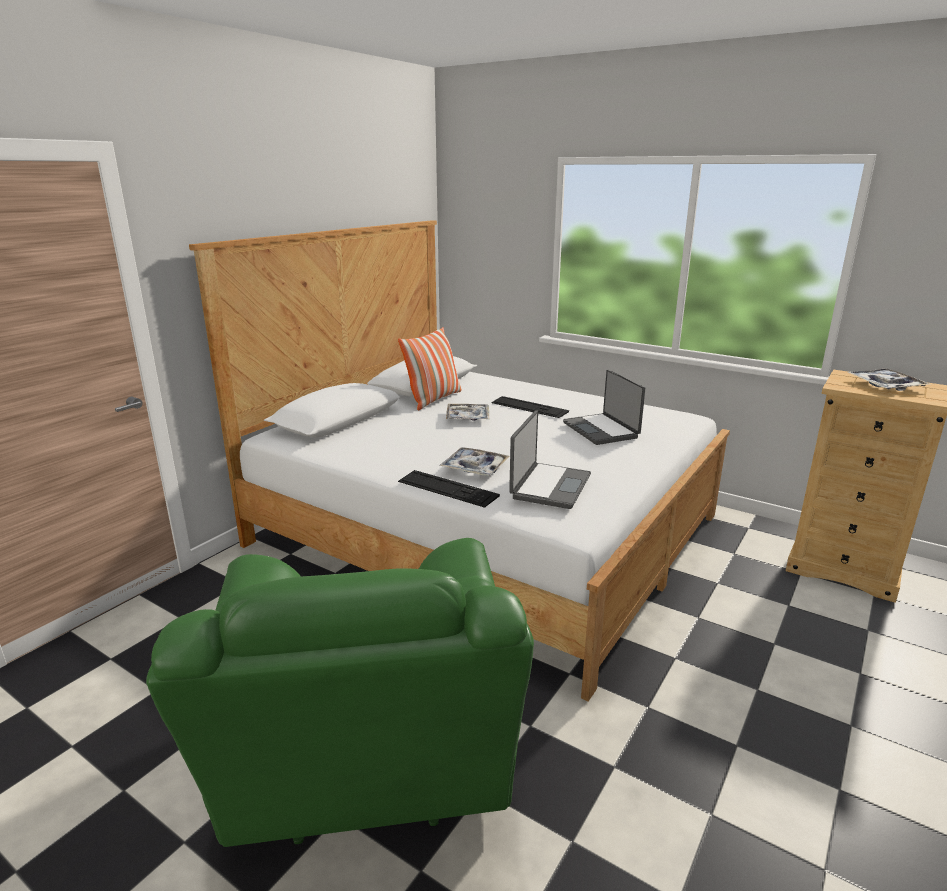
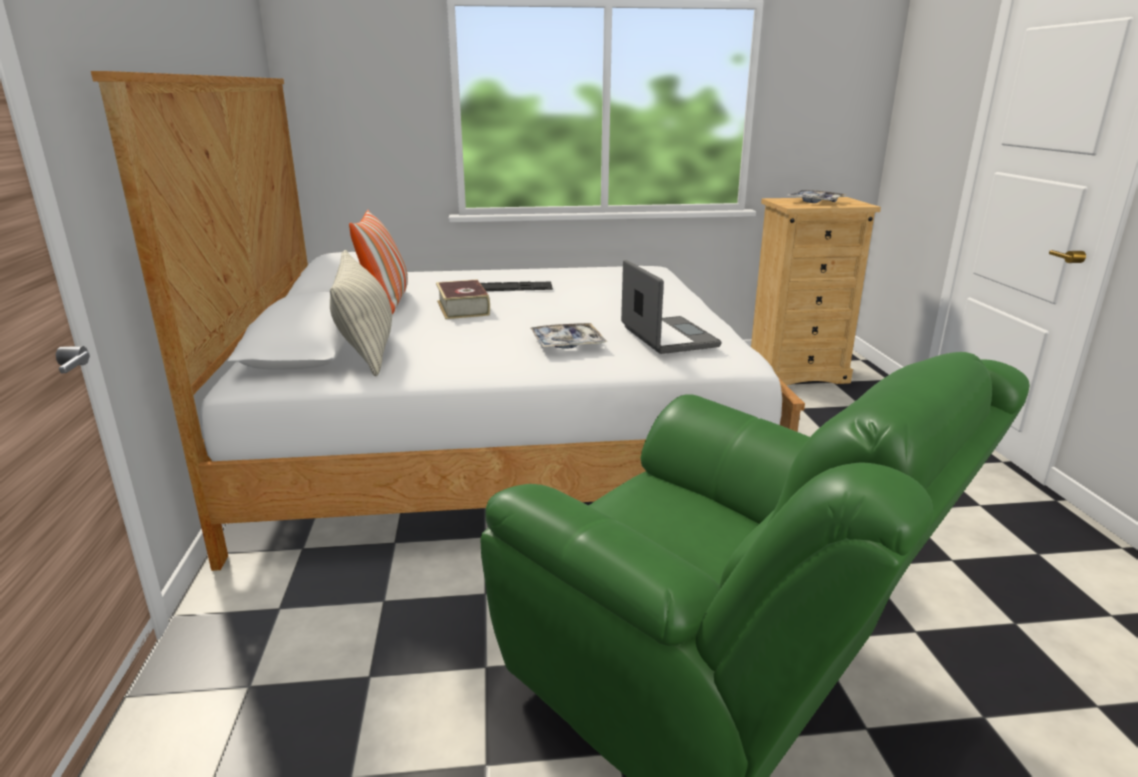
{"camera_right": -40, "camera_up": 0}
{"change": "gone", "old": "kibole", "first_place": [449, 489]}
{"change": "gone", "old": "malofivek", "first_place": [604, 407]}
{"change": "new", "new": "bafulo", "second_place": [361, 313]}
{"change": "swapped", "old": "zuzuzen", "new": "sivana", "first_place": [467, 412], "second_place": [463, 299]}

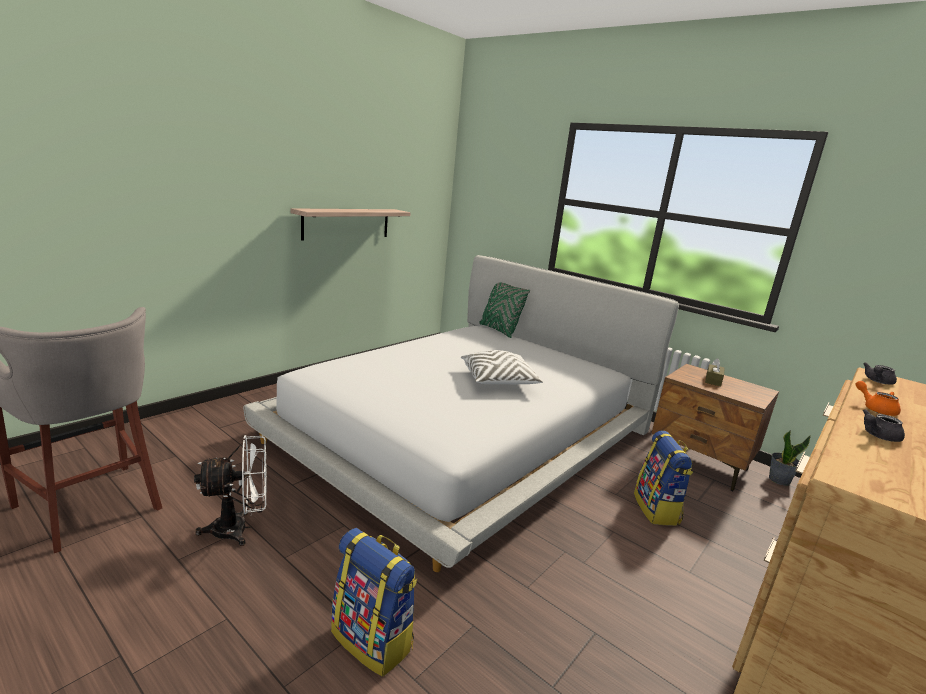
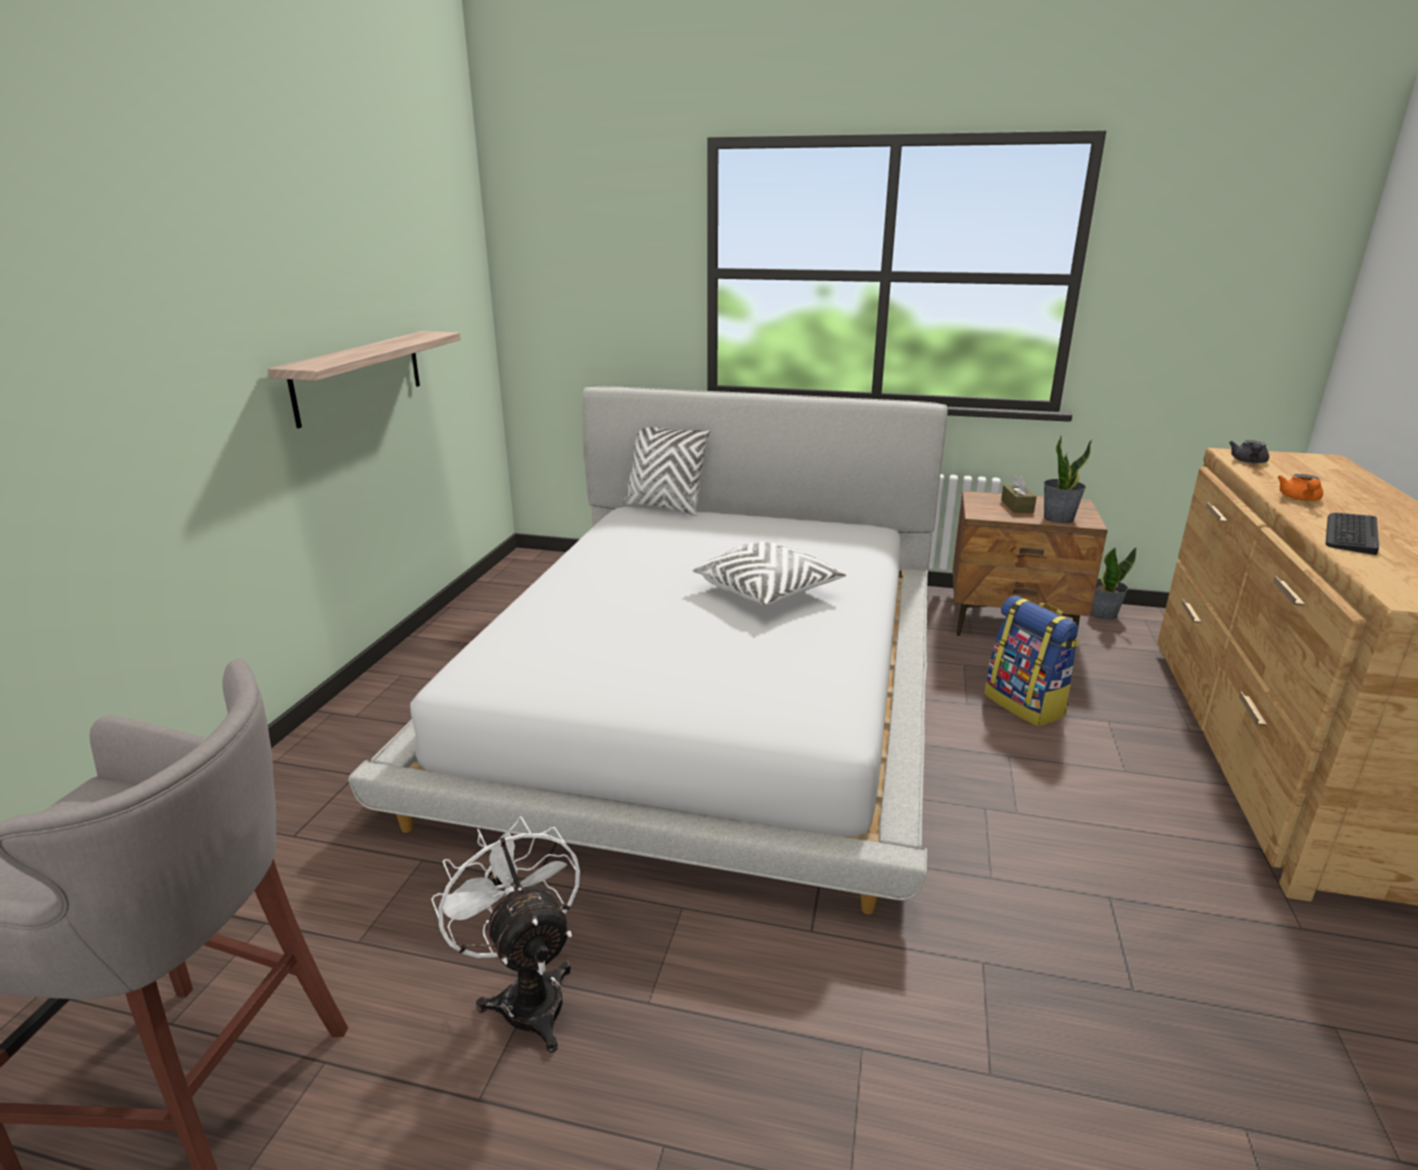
{"camera_right": -25, "camera_up": 5}
{"change": "gone", "old": "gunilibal", "first_place": [374, 602]}
{"change": "new", "new": "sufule", "second_place": [1067, 480]}
{"change": "swapped", "old": "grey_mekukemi", "new": "kibole", "first_place": [884, 425], "second_place": [1352, 534]}
{"change": "repainted", "old": "green_bafulo", "new": "white_bafulo", "first_place": [504, 310], "second_place": [666, 471]}
{"change": "rotated", "old": "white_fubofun", "first_place": [230, 490], "second_place": [505, 934], "degrees": -75}
{"change": "rotated", "old": "orange_mekukemi", "first_place": [878, 398], "second_place": [1300, 487], "degrees": -105}

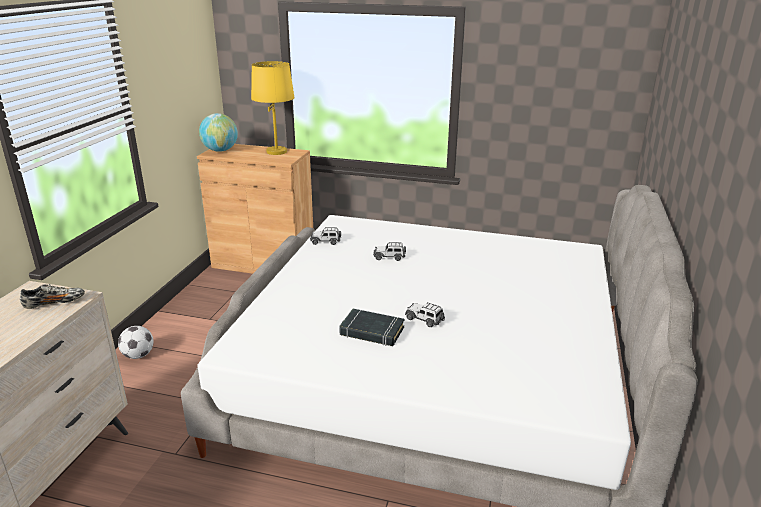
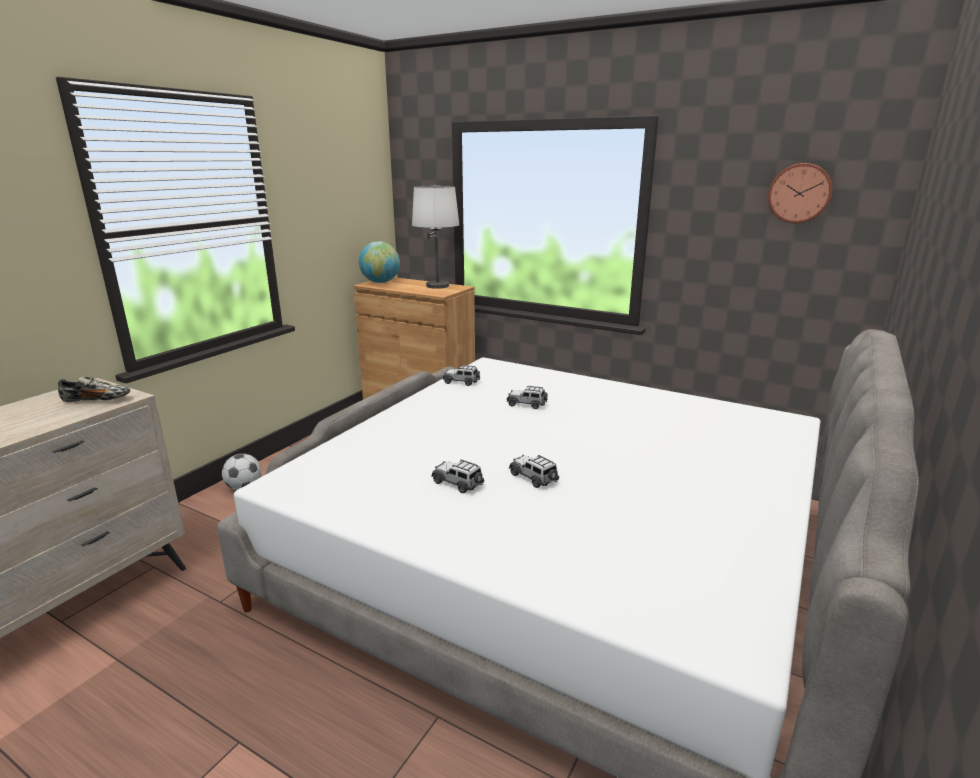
{"camera_right": 15, "camera_up": -5}
{"change": "new", "new": "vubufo", "second_place": [800, 193]}
{"change": "swapped", "old": "black_sivana", "new": "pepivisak", "first_place": [371, 327], "second_place": [457, 476]}
{"change": "repainted", "old": "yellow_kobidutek", "new": "white_kobidutek", "first_place": [273, 108], "second_place": [435, 237]}

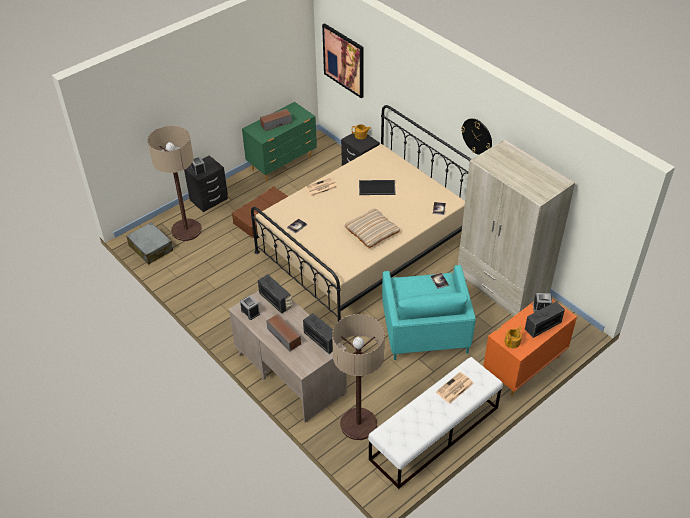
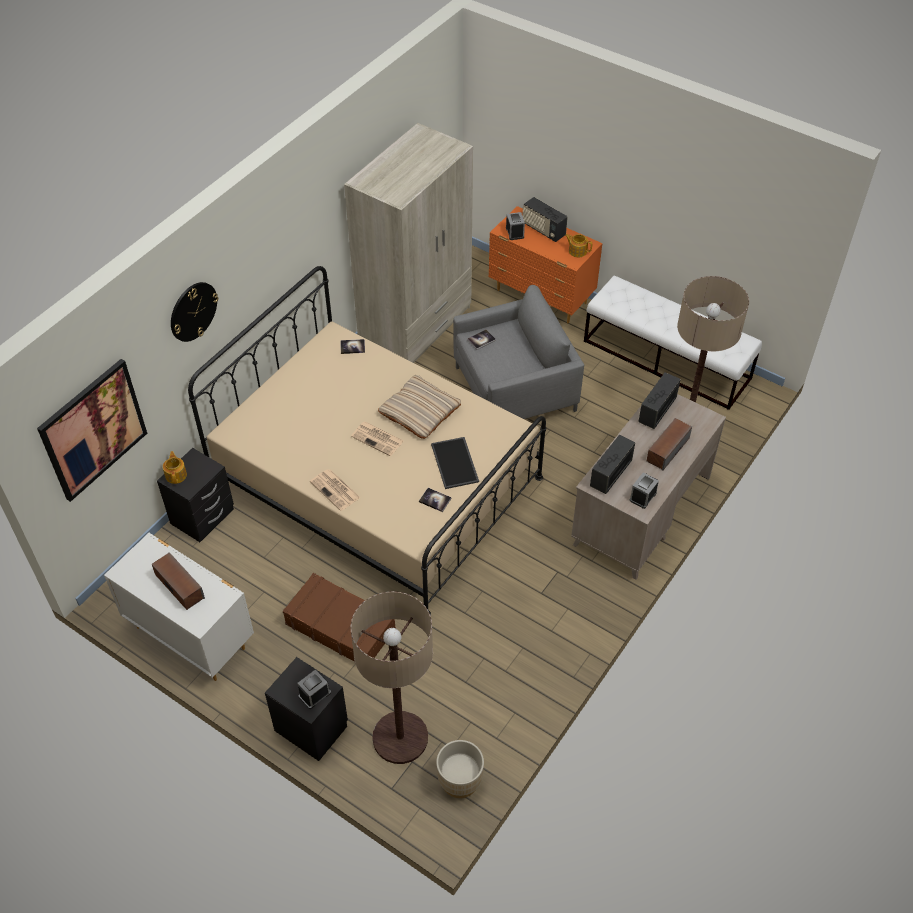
{"camera_right": -105, "camera_up": 5}
{"change": "shifted", "old": "zuzuzen", "first_place": [377, 187], "second_place": [455, 463]}
{"change": "shifted", "old": "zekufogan", "first_place": [455, 388], "second_place": [377, 439]}
{"change": "shifted", "old": "vubufo", "first_place": [476, 136], "second_place": [194, 312]}
{"change": "swapped", "old": "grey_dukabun", "new": "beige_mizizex", "first_place": [149, 243], "second_place": [460, 769]}
{"change": "repainted", "old": "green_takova", "new": "white_takova", "first_place": [279, 141], "second_place": [179, 607]}
{"change": "repainted", "old": "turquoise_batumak", "new": "grey_batumak", "first_place": [429, 312], "second_place": [518, 352]}

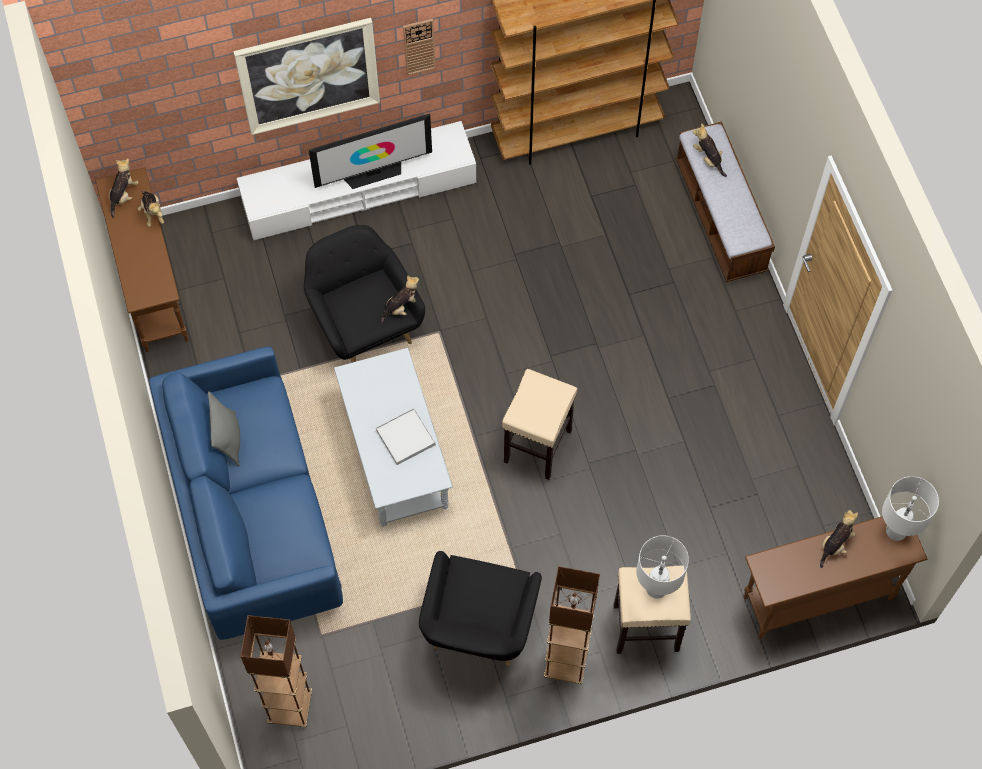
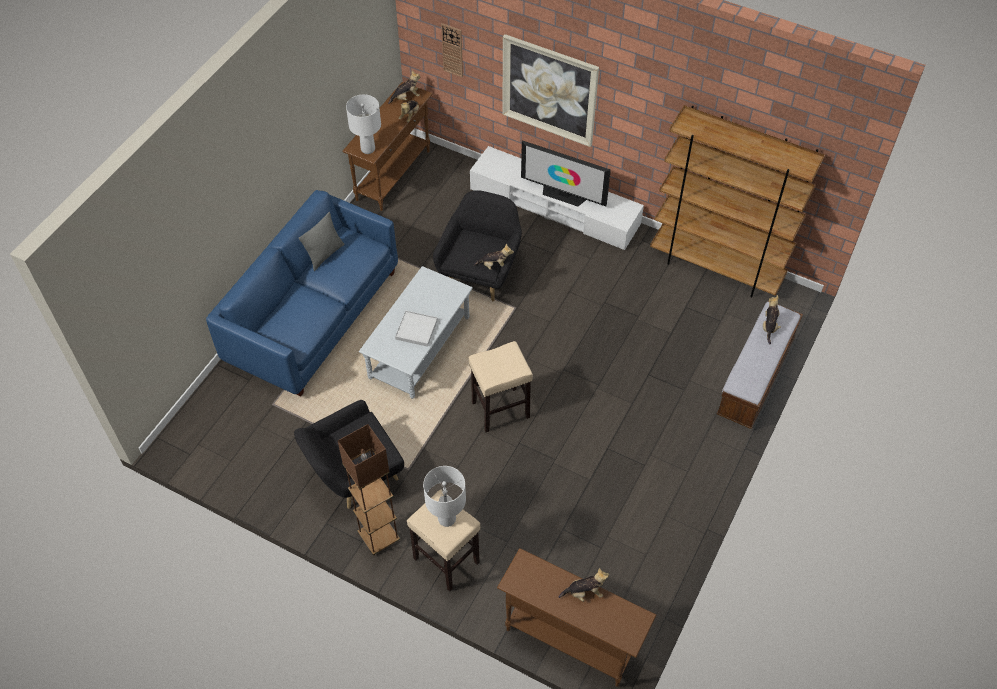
{"camera_right": 45, "camera_up": -10}
{"change": "gone", "old": "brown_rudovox", "first_place": [276, 671]}
{"change": "shifted", "old": "vubufo", "first_place": [419, 47], "second_place": [452, 50]}
{"change": "shifted", "old": "white_kobidutek", "first_place": [910, 508], "second_place": [363, 124]}

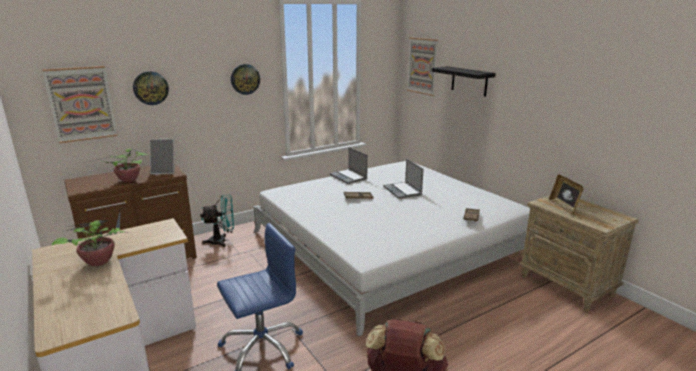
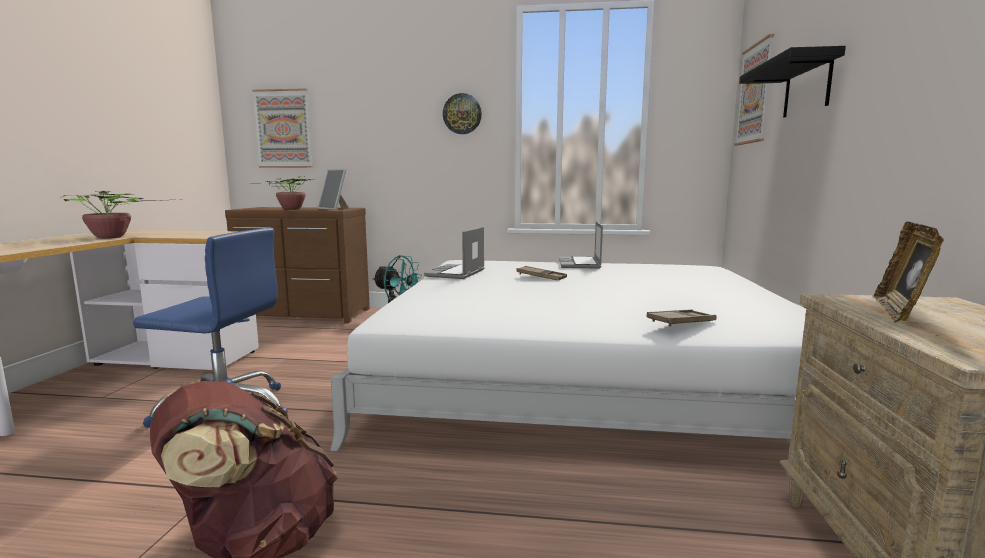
{"camera_right": 40, "camera_up": -10}
{"change": "gone", "old": "vubufo", "first_place": [151, 88]}
{"change": "shifted", "old": "malofivek", "first_place": [403, 178], "second_place": [454, 253]}

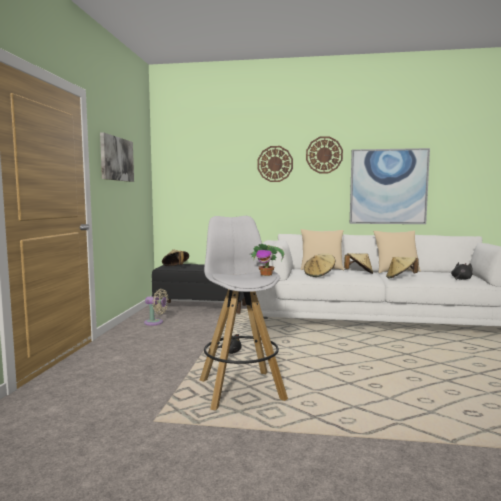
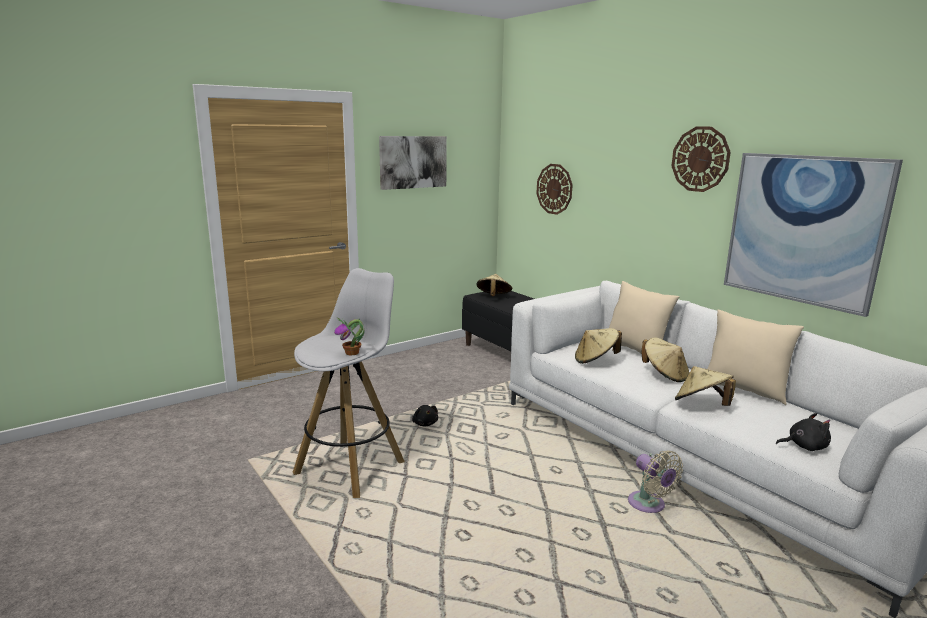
{"camera_right": 45, "camera_up": 10}
{"change": "shifted", "old": "beige_fubofun", "first_place": [156, 307], "second_place": [655, 481]}
{"change": "shifted", "old": "vubufo", "first_place": [275, 164], "second_place": [554, 189]}

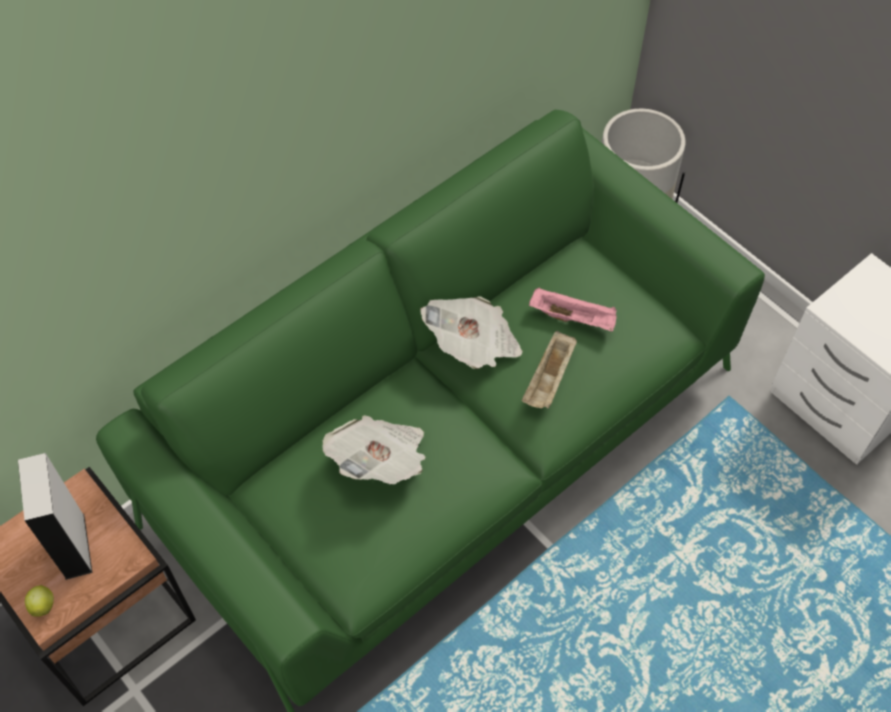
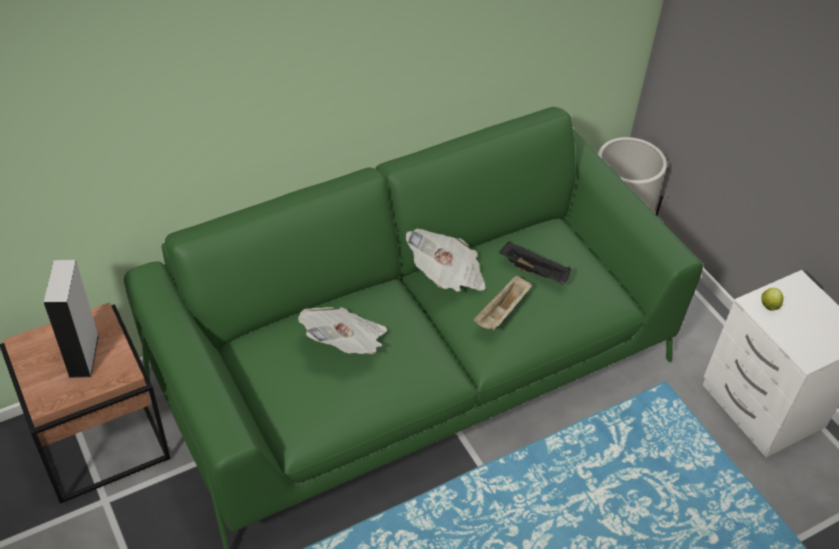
{"camera_right": 10, "camera_up": -10}
{"change": "shifted", "old": "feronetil", "first_place": [39, 601], "second_place": [772, 299]}
{"change": "repainted", "old": "pink_zuzuzen", "new": "black_zuzuzen", "first_place": [573, 309], "second_place": [535, 263]}

